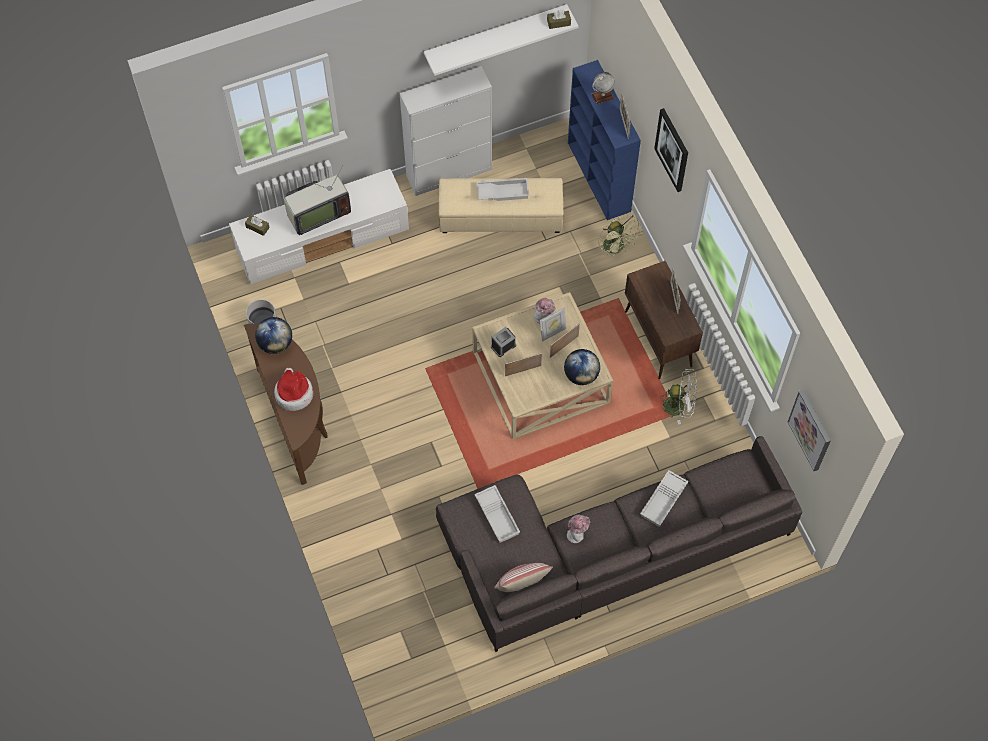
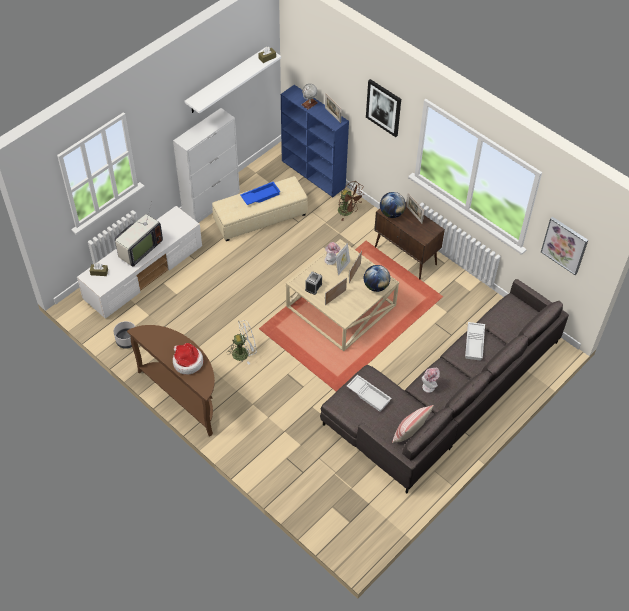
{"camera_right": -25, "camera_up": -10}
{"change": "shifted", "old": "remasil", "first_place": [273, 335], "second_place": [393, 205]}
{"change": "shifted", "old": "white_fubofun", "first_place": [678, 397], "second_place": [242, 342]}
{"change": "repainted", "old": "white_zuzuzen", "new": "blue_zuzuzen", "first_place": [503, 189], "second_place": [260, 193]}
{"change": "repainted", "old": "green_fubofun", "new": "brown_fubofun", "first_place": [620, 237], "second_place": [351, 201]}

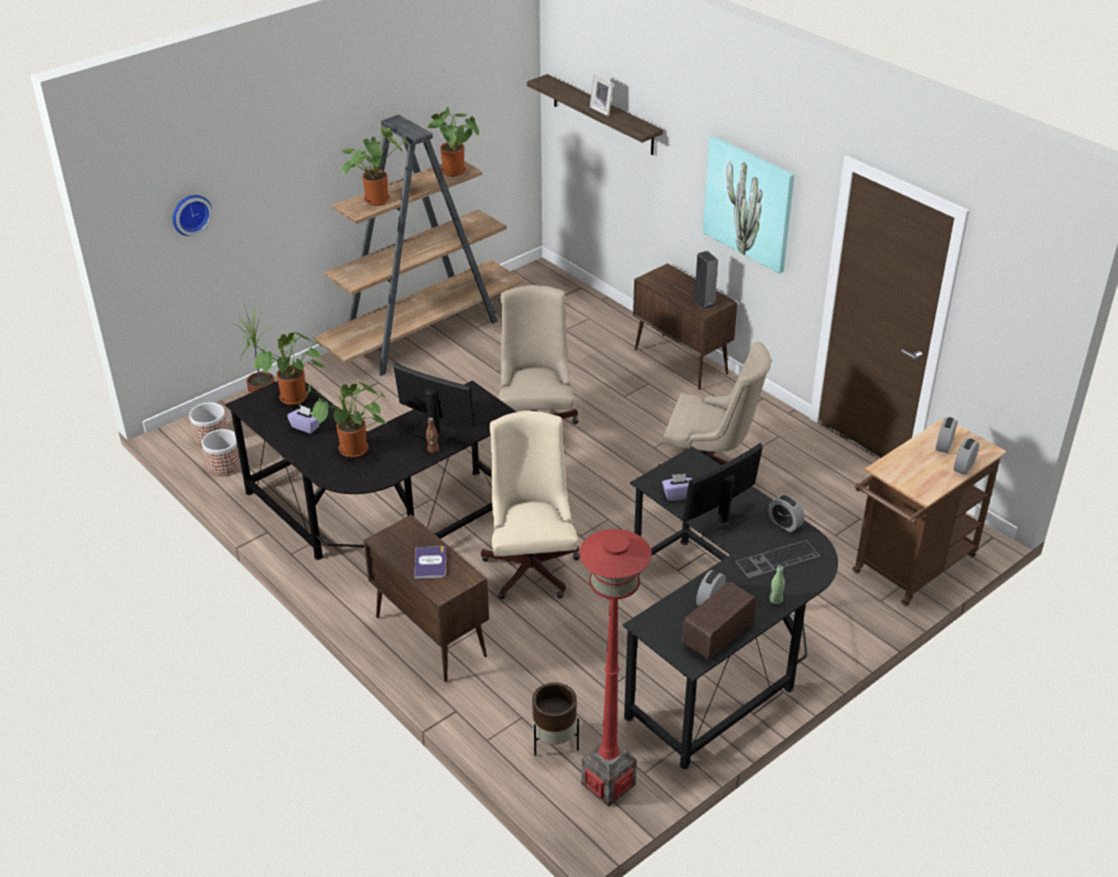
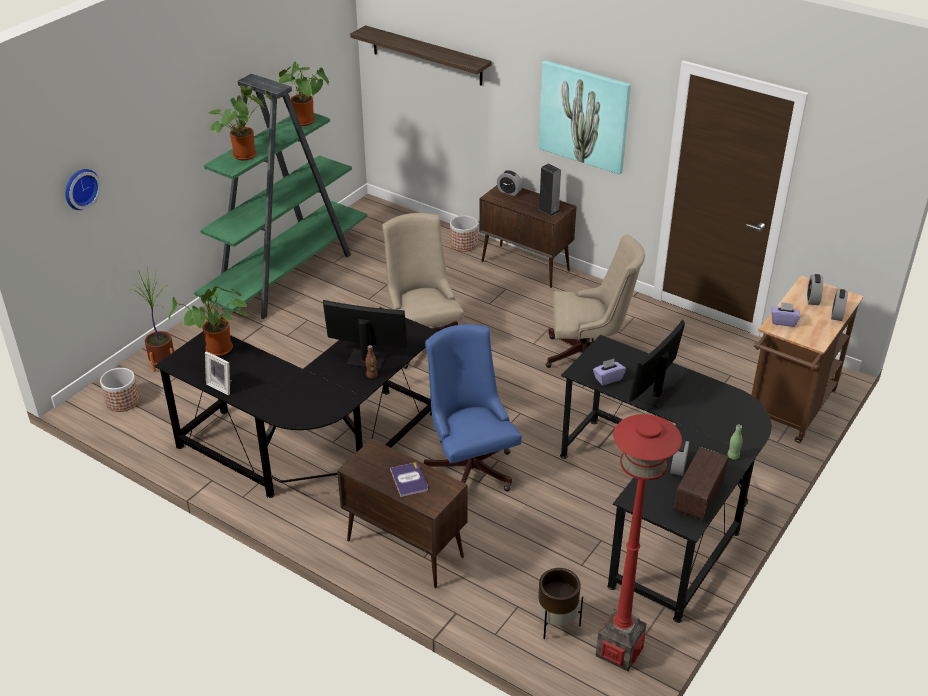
{"camera_right": -15, "camera_up": 0}
{"change": "gone", "old": "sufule", "first_place": [343, 420]}
{"change": "gone", "old": "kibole", "first_place": [777, 559]}
{"change": "shifted", "old": "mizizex", "first_place": [221, 452], "second_place": [464, 234]}
{"change": "shifted", "old": "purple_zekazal", "first_place": [303, 419], "second_place": [785, 314]}
{"change": "shifted", "old": "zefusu", "first_place": [601, 95], "second_place": [218, 373]}
{"change": "shifted", "old": "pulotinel", "first_place": [786, 513], "second_place": [510, 183]}
{"change": "repainted", "old": "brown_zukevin", "new": "green_zukevin", "first_place": [419, 245], "second_place": [280, 196]}
{"change": "repainted", "old": "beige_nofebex", "new": "blue_nofebex", "first_place": [530, 505], "second_place": [473, 408]}

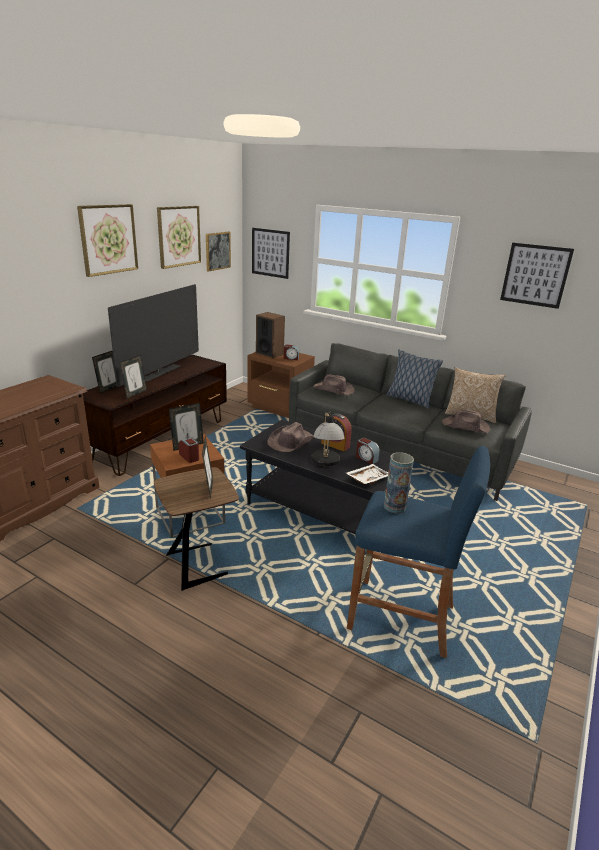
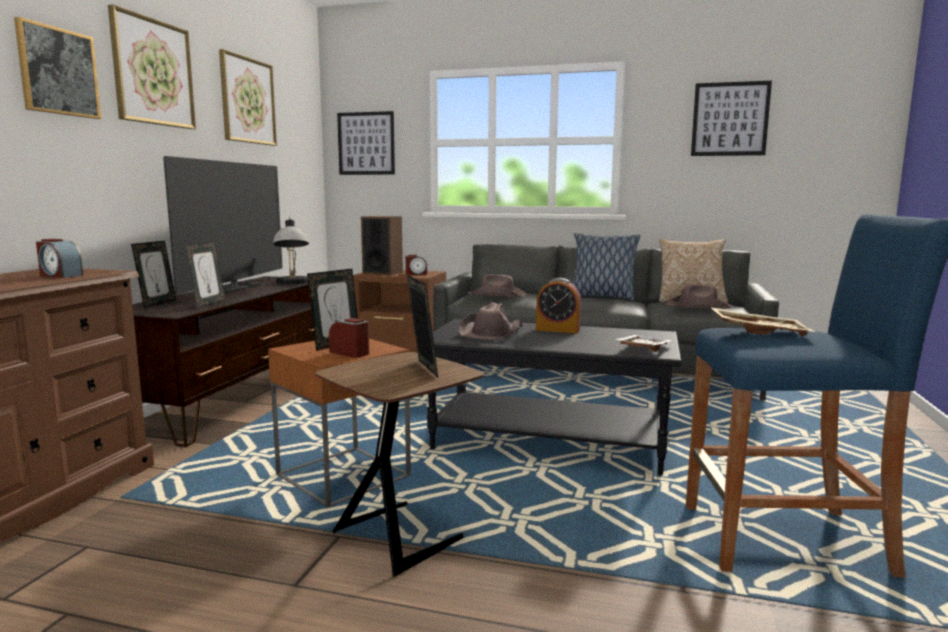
{"camera_right": -15, "camera_up": -15}
{"change": "shifted", "old": "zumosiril", "first_place": [218, 251], "second_place": [57, 68]}
{"change": "shifted", "old": "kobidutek", "first_place": [327, 439], "second_place": [291, 250]}
{"change": "shifted", "old": "pulotinel", "first_place": [368, 451], "second_place": [59, 258]}
{"change": "swapped", "old": "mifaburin", "new": "beige_zuzuzen", "first_place": [399, 482], "second_place": [762, 321]}

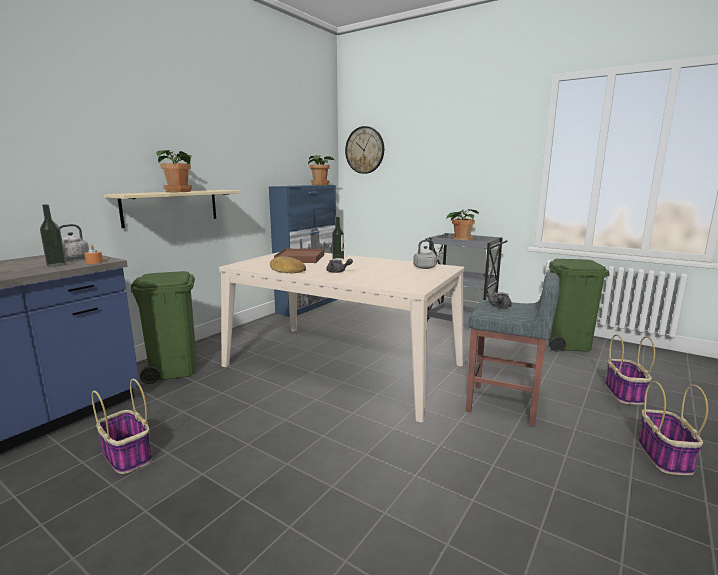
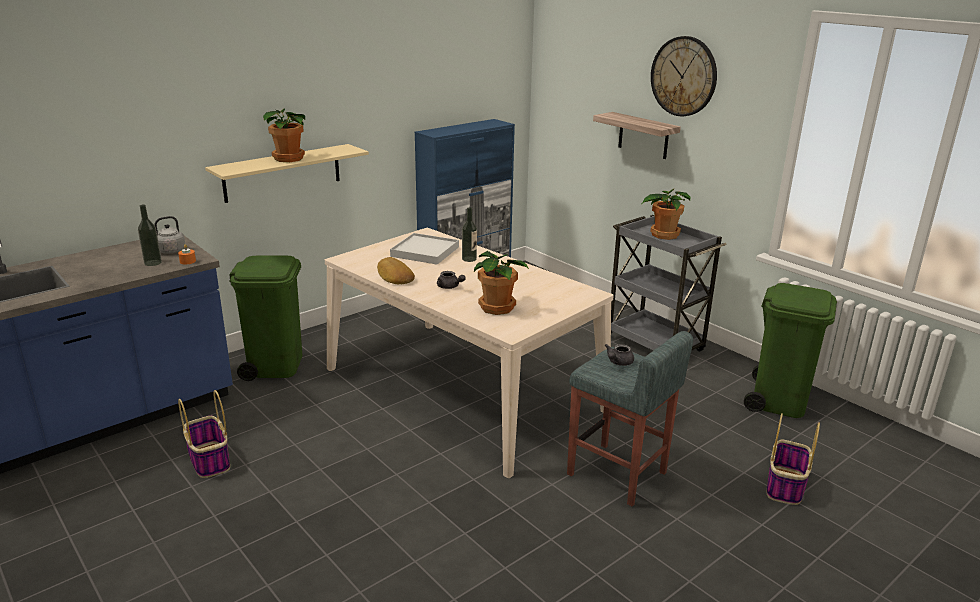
{"camera_right": 15, "camera_up": 10}
{"change": "gone", "old": "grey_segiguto", "first_place": [427, 254]}
{"change": "gone", "old": "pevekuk", "first_place": [673, 428]}
{"change": "new", "new": "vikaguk", "second_place": [637, 135]}
{"change": "shifted", "old": "sufule", "first_place": [321, 170], "second_place": [501, 283]}
{"change": "shifted", "old": "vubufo", "first_place": [364, 150], "second_place": [684, 76]}
{"change": "repainted", "old": "brown_zuzuzen", "new": "white_zuzuzen", "first_place": [299, 256], "second_place": [424, 249]}

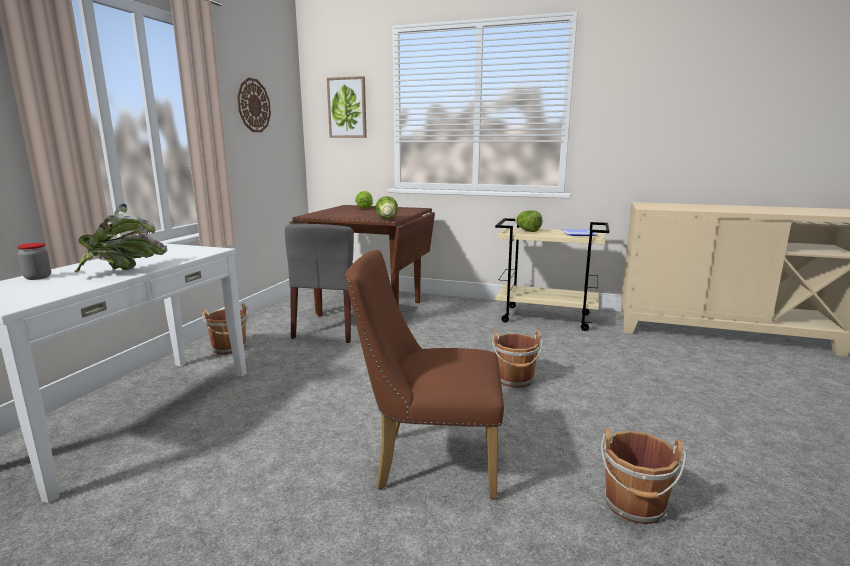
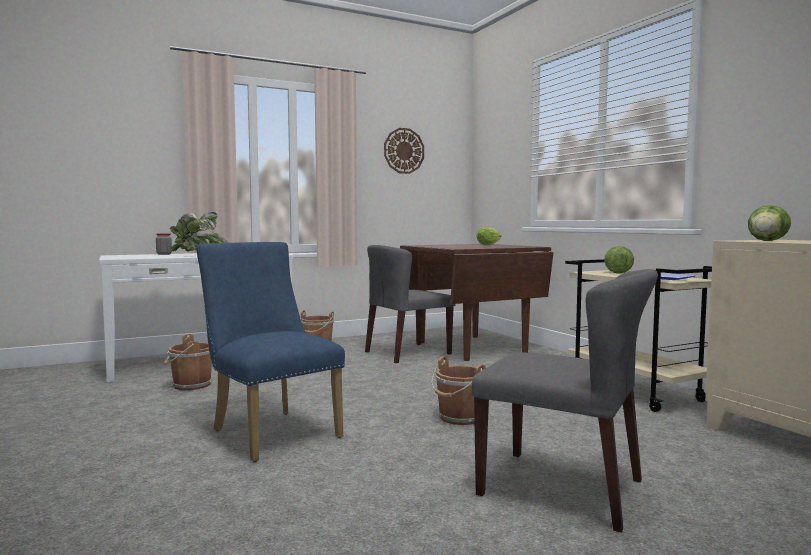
{"camera_right": 45, "camera_up": -10}
{"change": "gone", "old": "zumosiril", "first_place": [347, 107]}
{"change": "new", "new": "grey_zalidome", "second_place": [565, 401]}
{"change": "shifted", "old": "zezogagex", "first_place": [387, 207], "second_place": [769, 223]}
{"change": "shifted", "old": "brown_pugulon", "first_place": [644, 476], "second_place": [188, 362]}
{"change": "repainted", "old": "brown_zalidome", "new": "blue_zalidome", "first_place": [424, 374], "second_place": [270, 352]}

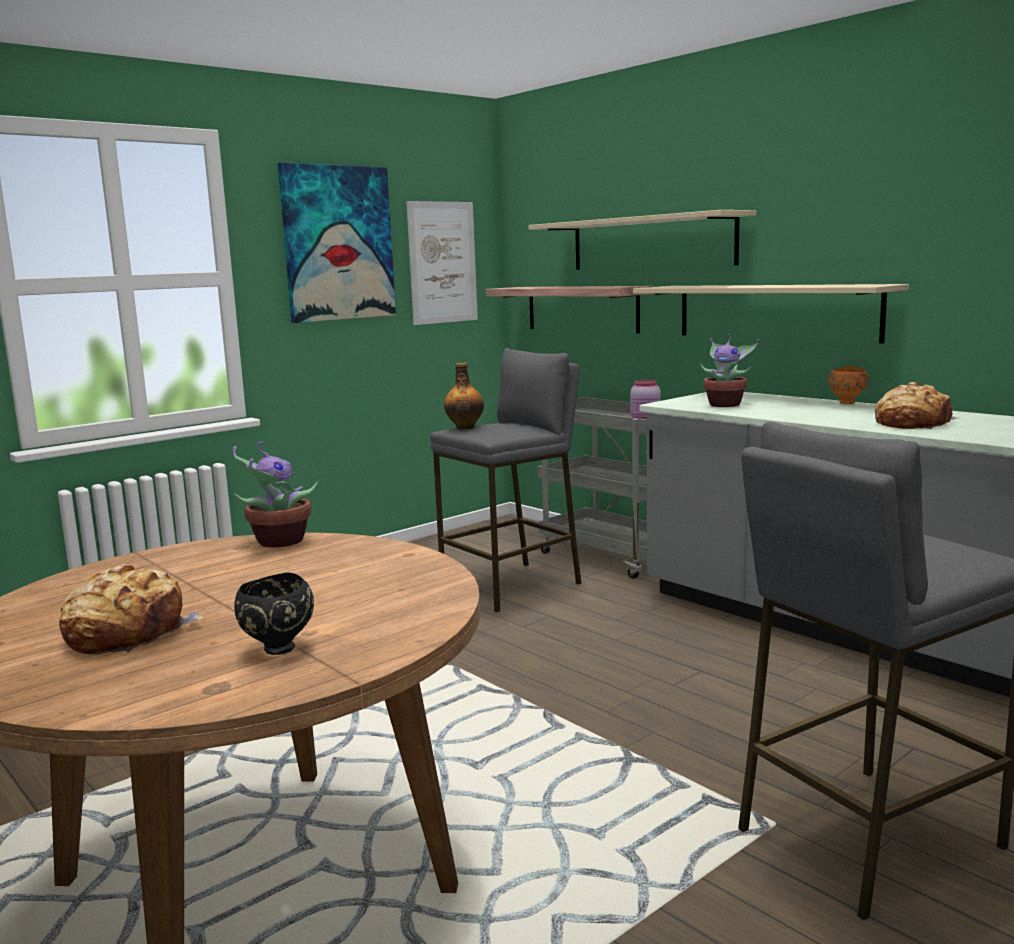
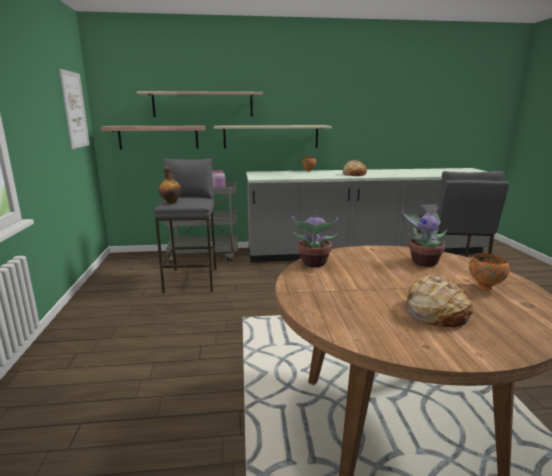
{"camera_right": -55, "camera_up": 5}
{"change": "gone", "old": "zumosiril", "first_place": [337, 242]}
{"change": "shifted", "old": "sufule", "first_place": [730, 370], "second_place": [424, 236]}
{"change": "repainted", "old": "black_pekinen", "new": "orange_pekinen", "first_place": [274, 614], "second_place": [489, 272]}

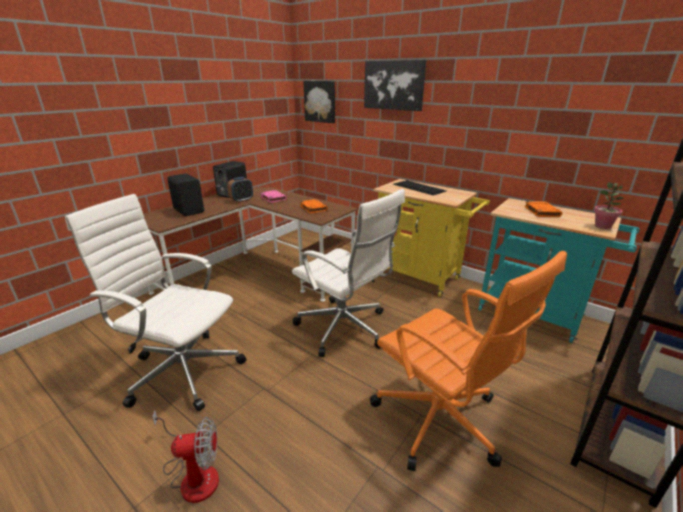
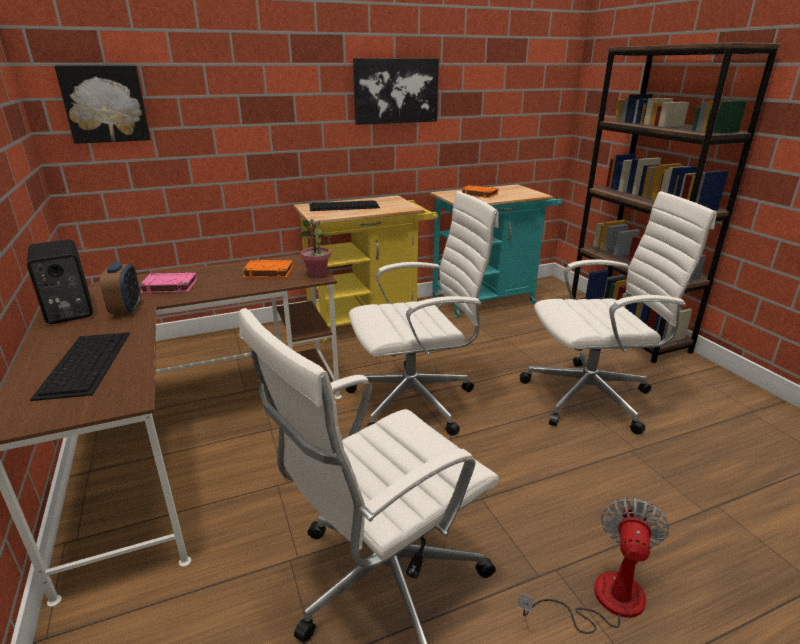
{"camera_right": -60, "camera_up": 0}
{"change": "shifted", "old": "zumosiril", "first_place": [395, 85], "second_place": [396, 91]}
{"change": "shifted", "old": "sufule", "first_place": [609, 205], "second_place": [315, 248]}
{"change": "swapped", "old": "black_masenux", "new": "kibole", "first_place": [185, 195], "second_place": [80, 366]}
{"change": "repainted", "old": "orange_nofebex", "new": "white_nofebex", "first_place": [468, 361], "second_place": [618, 312]}

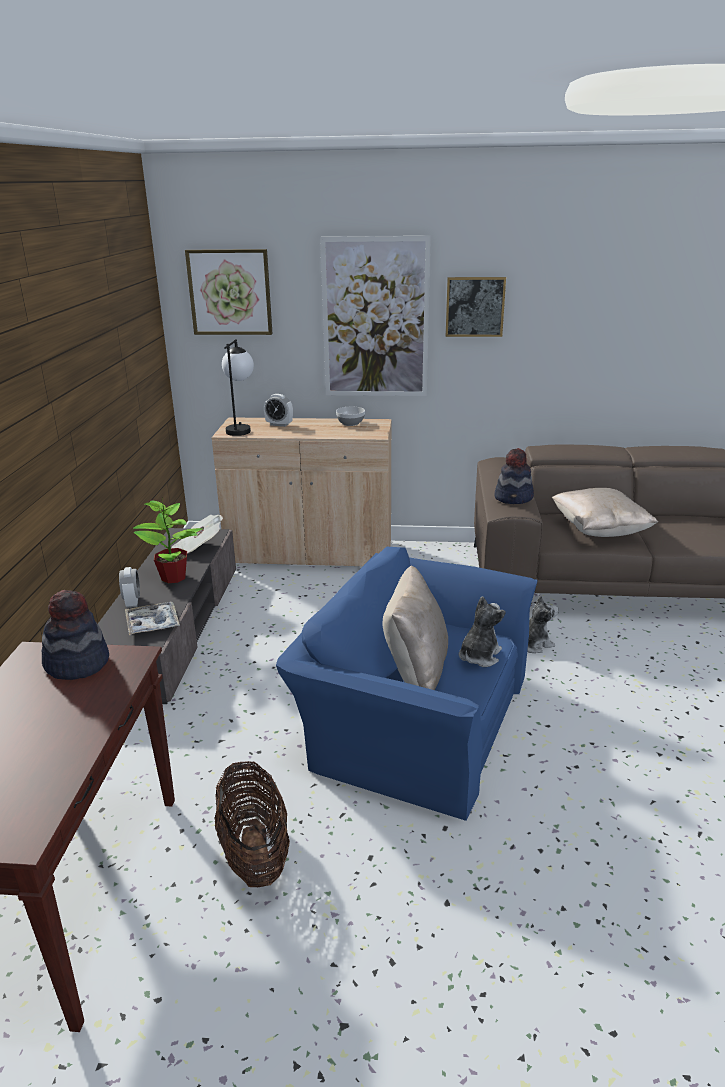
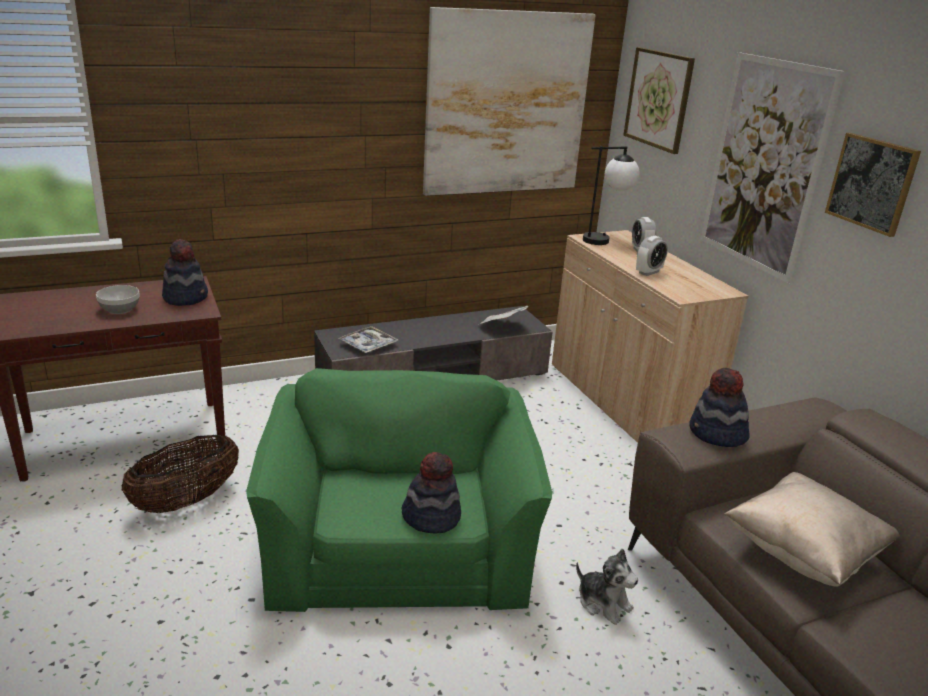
{"camera_right": 60, "camera_up": 0}
{"change": "gone", "old": "sufule", "first_place": [168, 539]}
{"change": "gone", "old": "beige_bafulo", "first_place": [415, 628]}
{"change": "new", "new": "zumosiril", "second_place": [509, 101]}
{"change": "shifted", "old": "pulotinel", "first_place": [129, 587], "second_place": [652, 256]}
{"change": "shifted", "old": "pekinen", "first_place": [350, 416], "second_place": [117, 299]}
{"change": "swapped", "old": "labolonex", "new": "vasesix", "first_place": [482, 631], "second_place": [431, 492]}
{"change": "repainted", "old": "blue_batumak", "new": "green_batumak", "first_place": [407, 684], "second_place": [399, 490]}

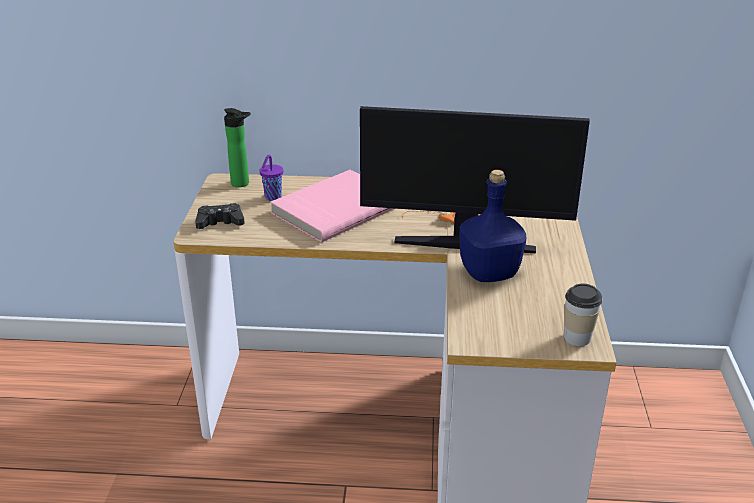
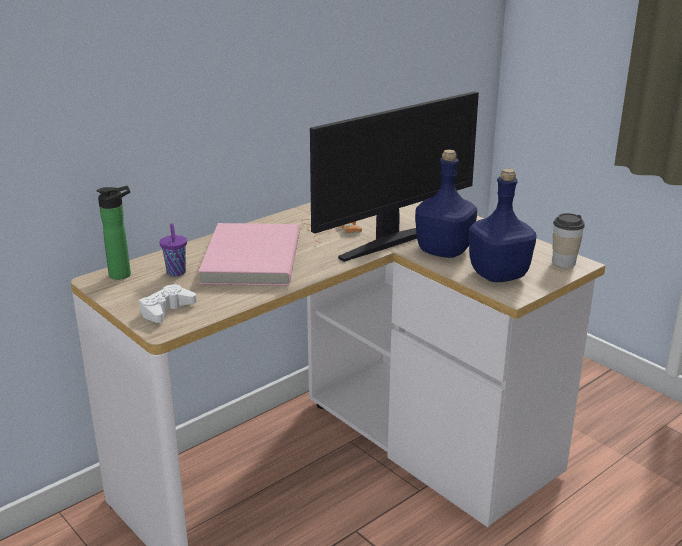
{"camera_right": -45, "camera_up": -5}
{"change": "new", "new": "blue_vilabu", "second_place": [503, 225]}
{"change": "repainted", "old": "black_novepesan", "new": "white_novepesan", "first_place": [220, 216], "second_place": [168, 303]}

